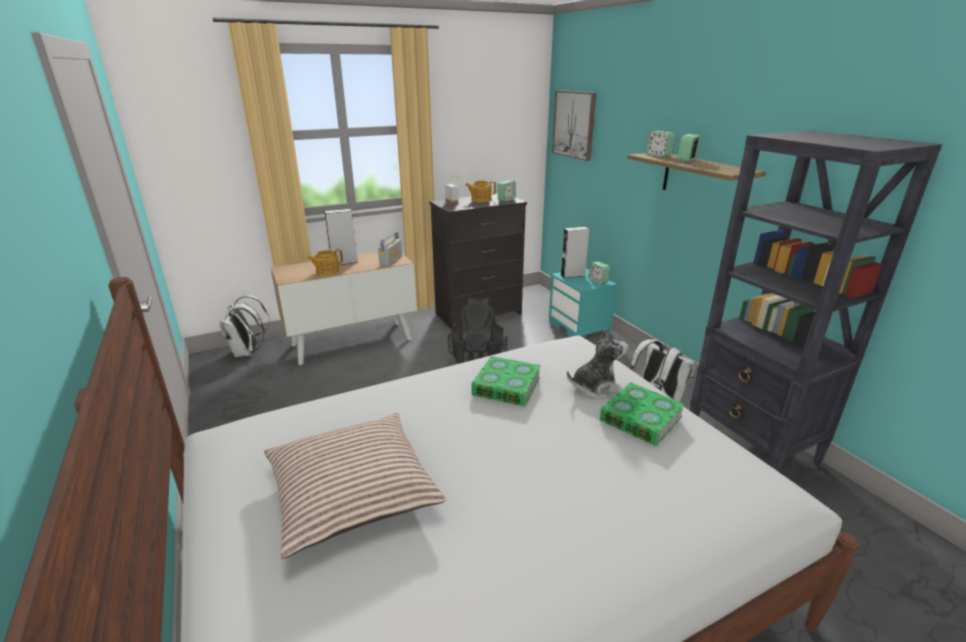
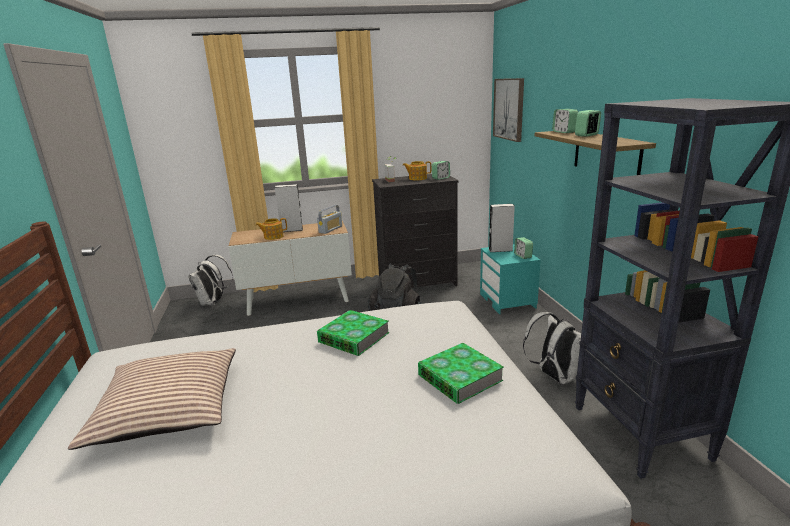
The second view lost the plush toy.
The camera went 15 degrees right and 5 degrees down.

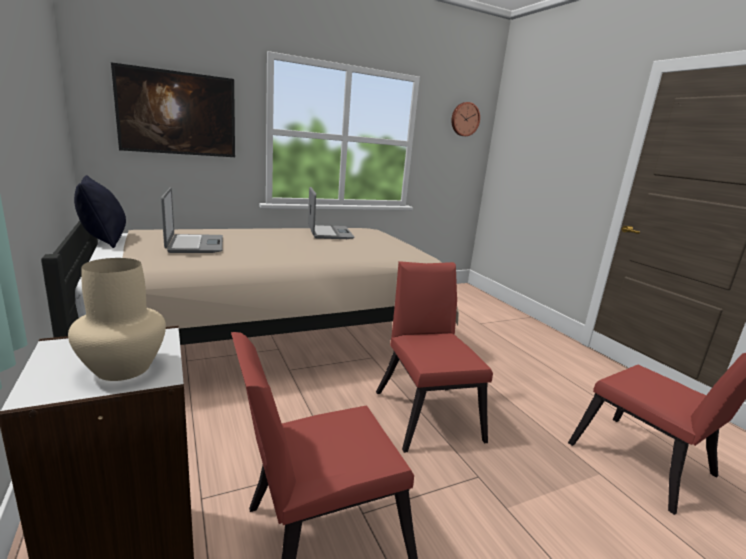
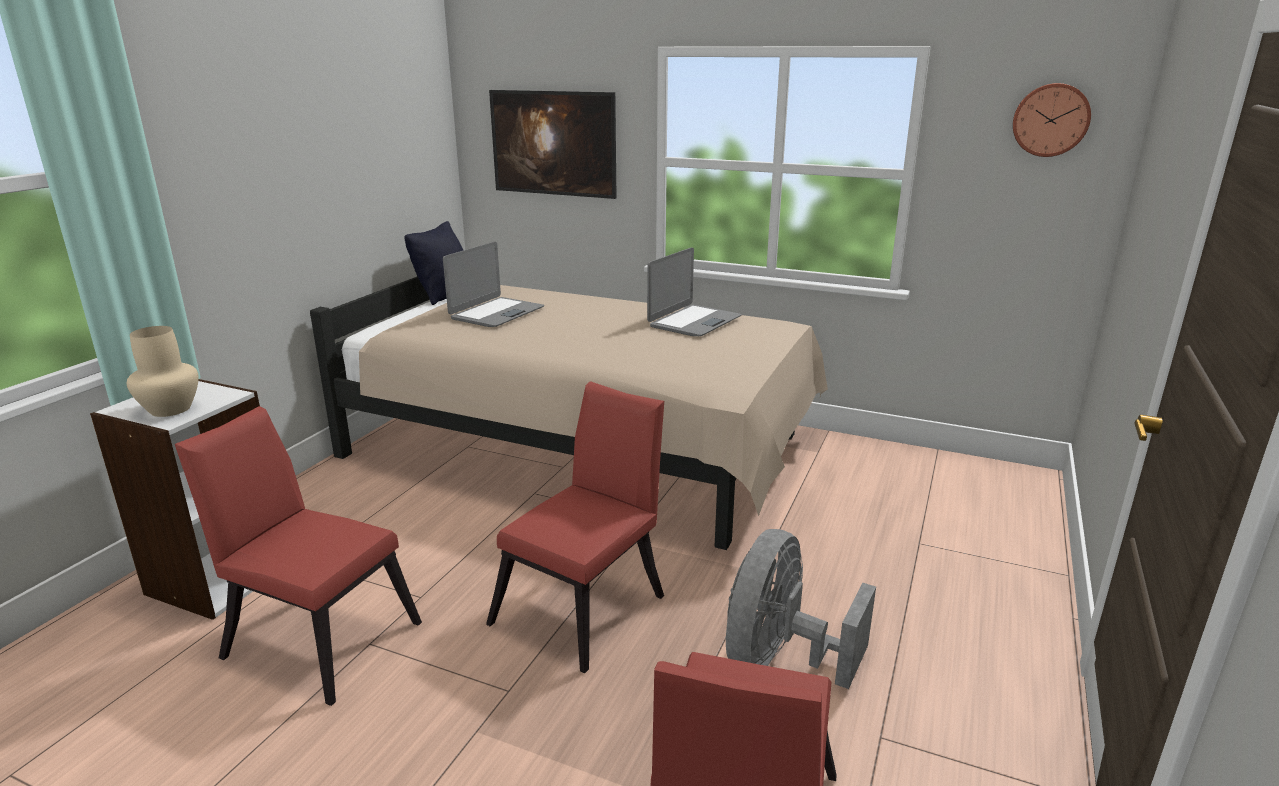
The second view gained the grey fan.
The camera went 50 degrees right and 5 degrees up.

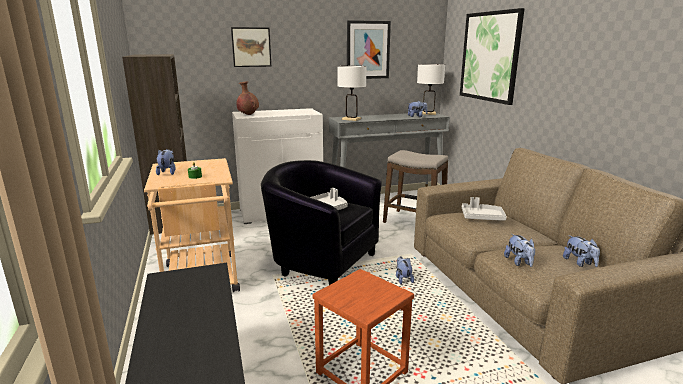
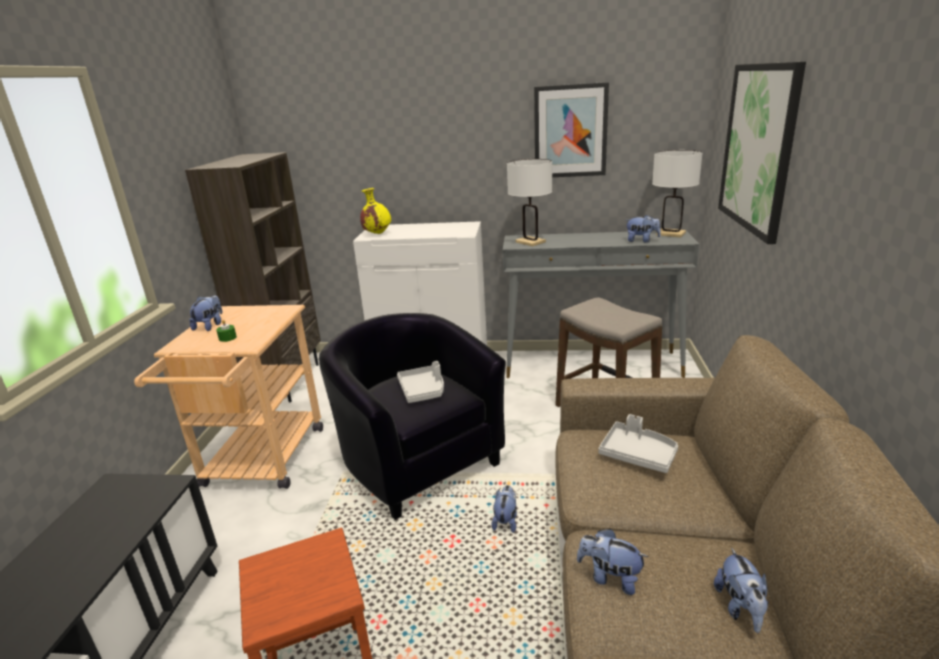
The second view lost the picture (1st from left).
What was the brown vase turned into the yellow vase.
The plush toy (4th from left in the first image) ended up facing another way, 105 degrees clockwise from before.
The camera went 25 degrees right and 5 degrees up.

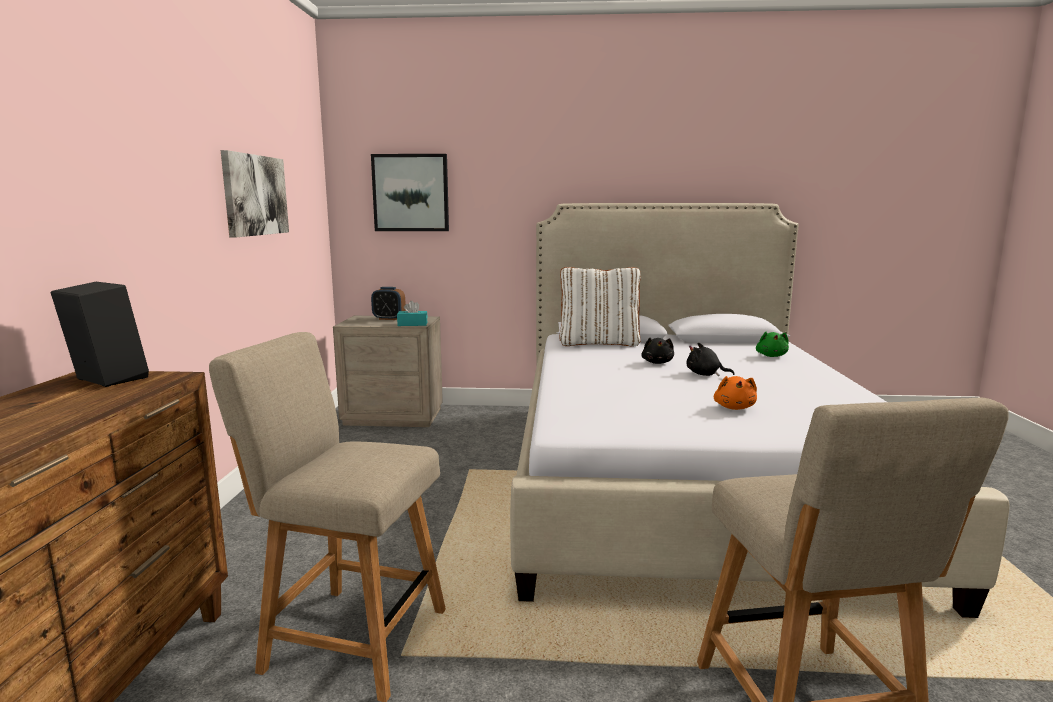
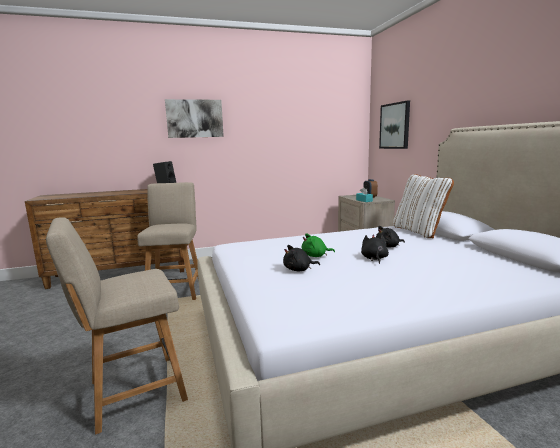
The picture (1st from left) ended up elsewhere.
What was the orange plush toy turned into the black plush toy (1st from left).
The green plush toy ended up elsewhere.
The camera went 70 degrees right and 0 degrees up.

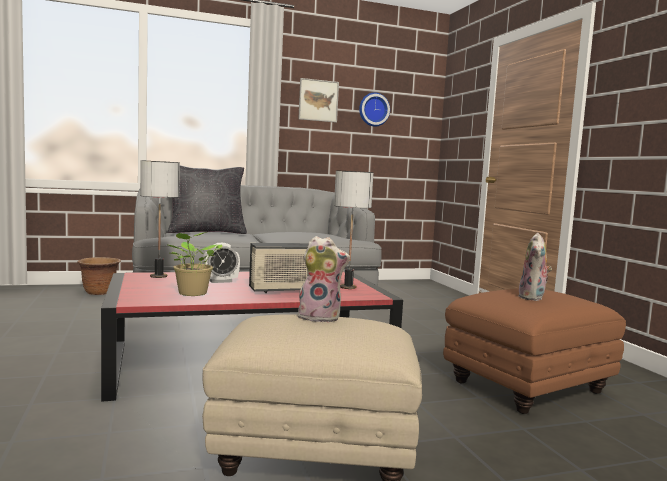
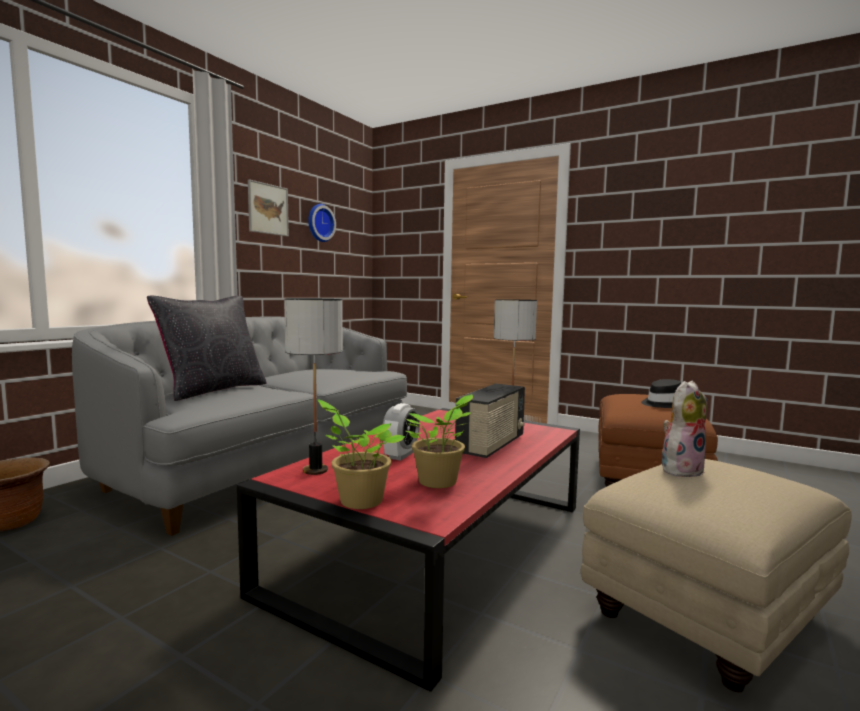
Where the plush toy (2nd from left) stood, the black hat came to stand.
The second view gained the potted plant (1st from left).
The camera went 40 degrees left and 0 degrees up.

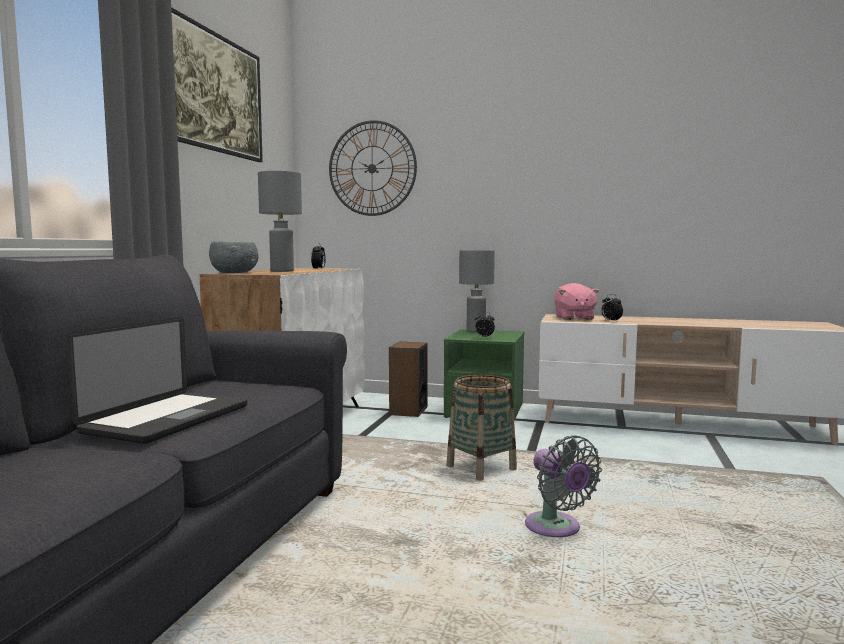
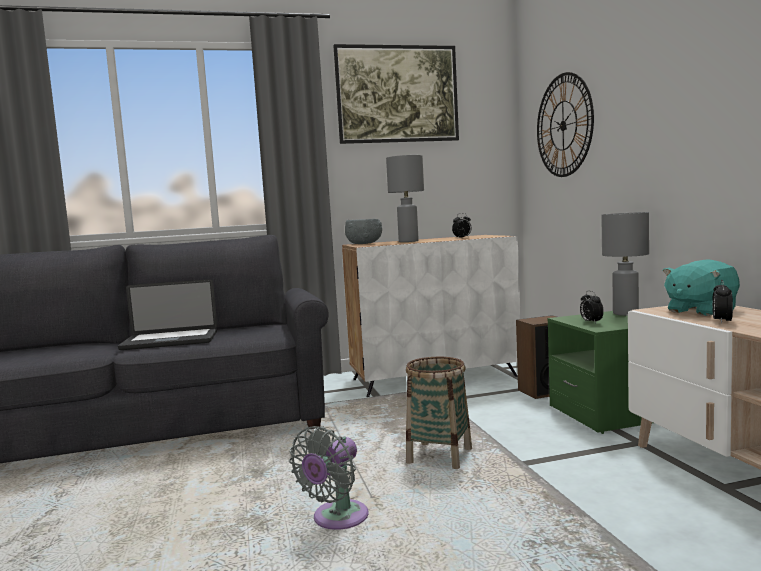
What was the pink plush toy turned into the turquoise plush toy.
The camera went 60 degrees right and 0 degrees up.

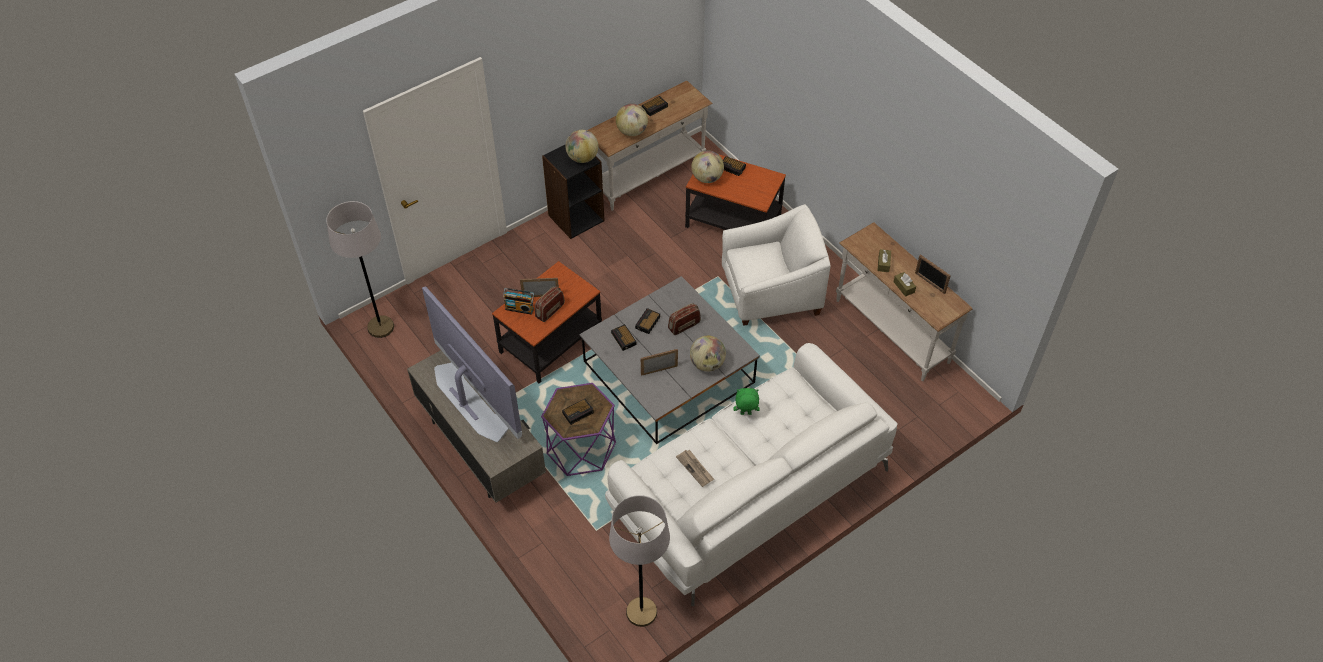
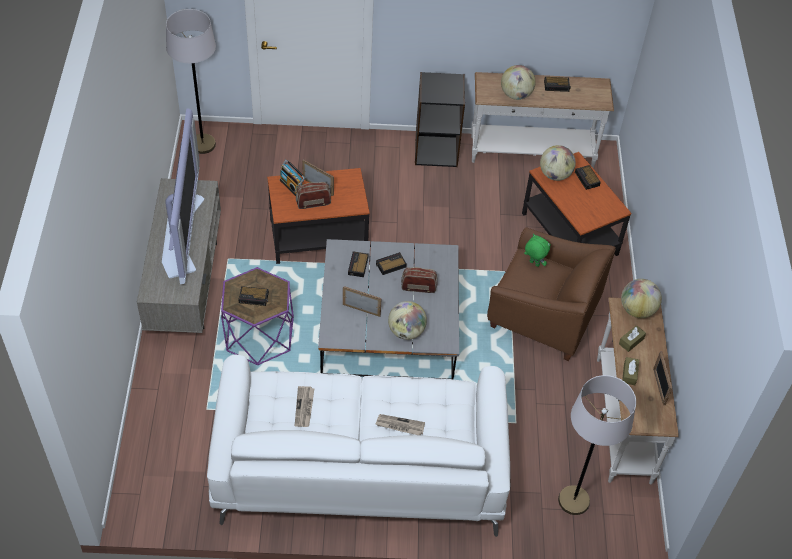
The globe (1st from left in the first image) ended up elsewhere.
The grey floor lamp (2nd from left) ended up elsewhere.
What was the white armchair turned into the brown armchair.
The green plush toy ended up elsewhere.
The second view gained the newspaper (2nd from left).
The camera went 35 degrees right and 0 degrees up.

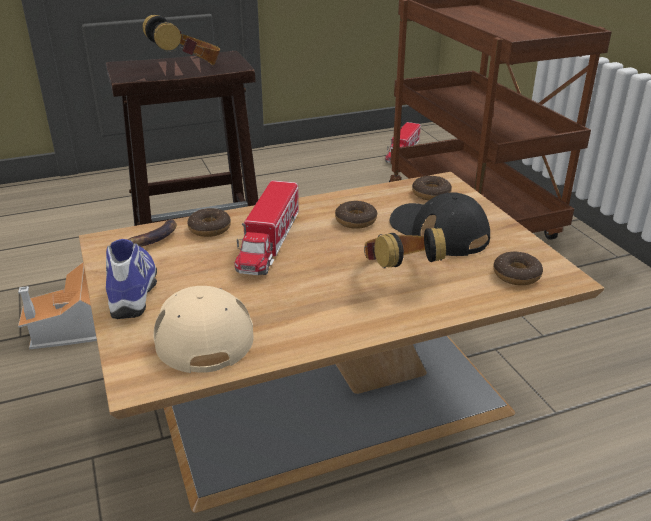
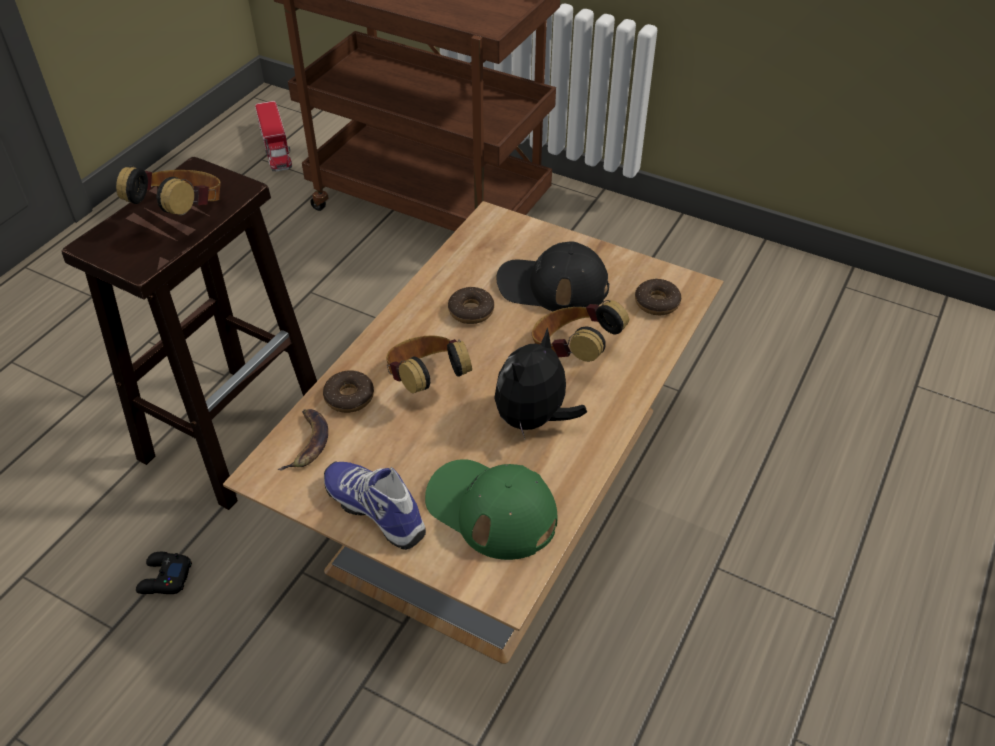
Where the toy house stood, the black game controller came to stand.
What was the beige cap turned into the green cap.
Where the toy truck (1st from left) stood, the headphones (2nd from left) came to stand.
The second view lost the donut (3rd from left).
The second view gained the plush toy.
The camera went 40 degrees left and 15 degrees up.

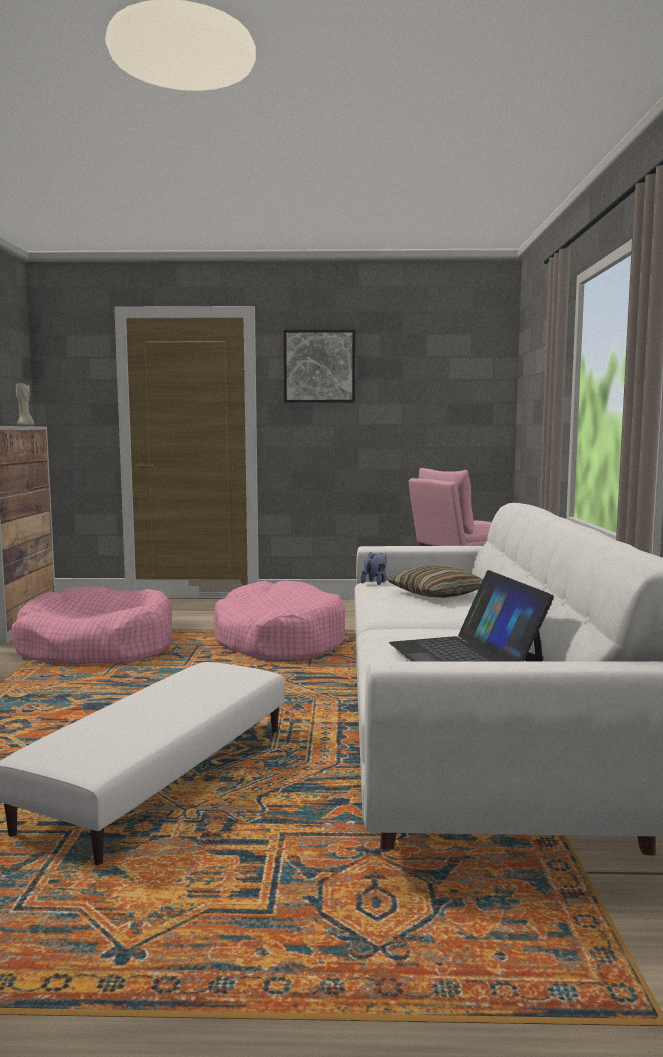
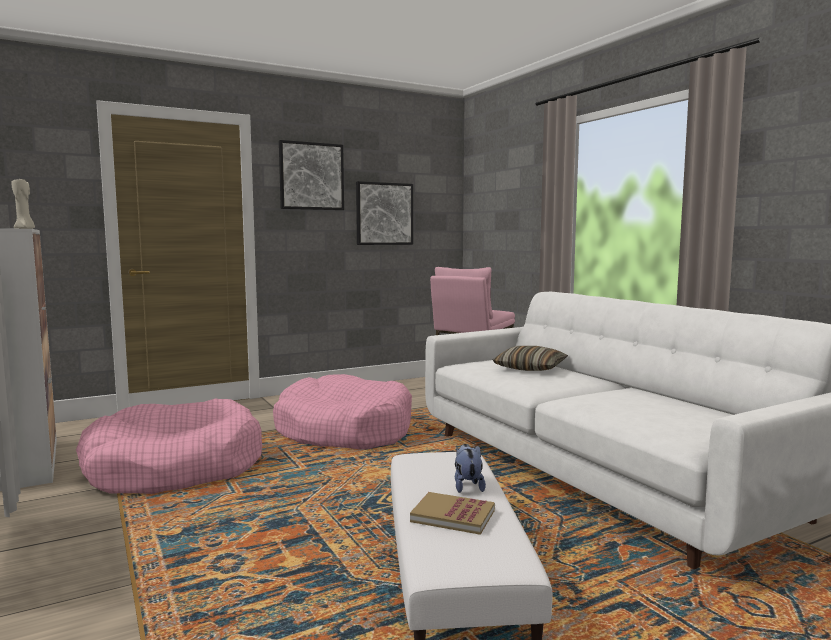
The plush toy ended up elsewhere.
The second view lost the laptop.
The second view gained the picture (2nd from left).
The second view gained the book.
The camera went 30 degrees left and 0 degrees up.

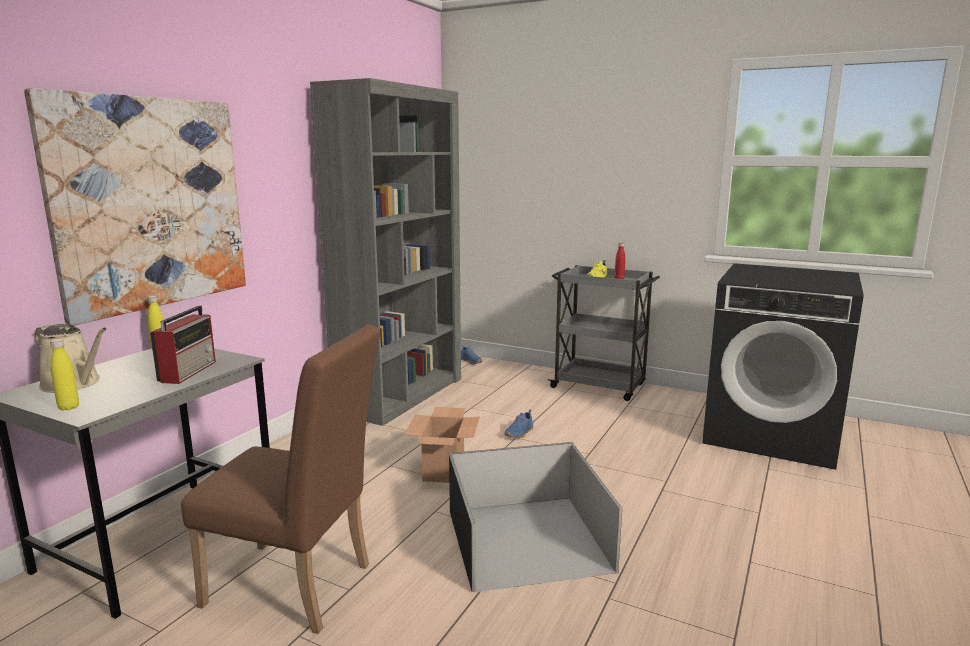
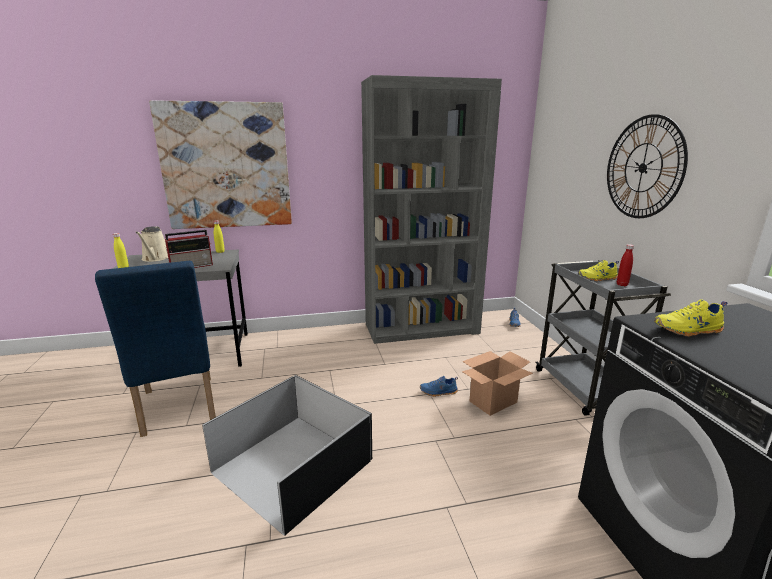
What was the brown chair turned into the blue chair.
The cardboard box ended up elsewhere.
The second view gained the wall clock.
The second view gained the yellow shoe (2nd from left).
The camera went 50 degrees right and 5 degrees up.

